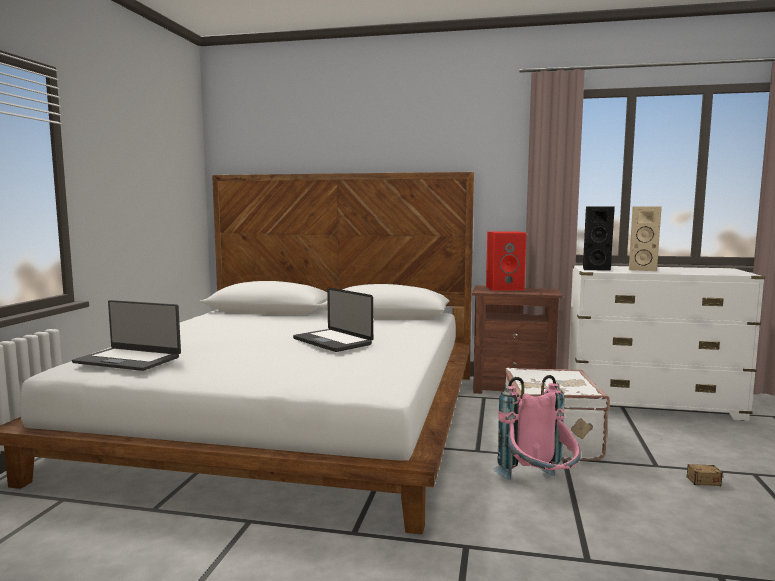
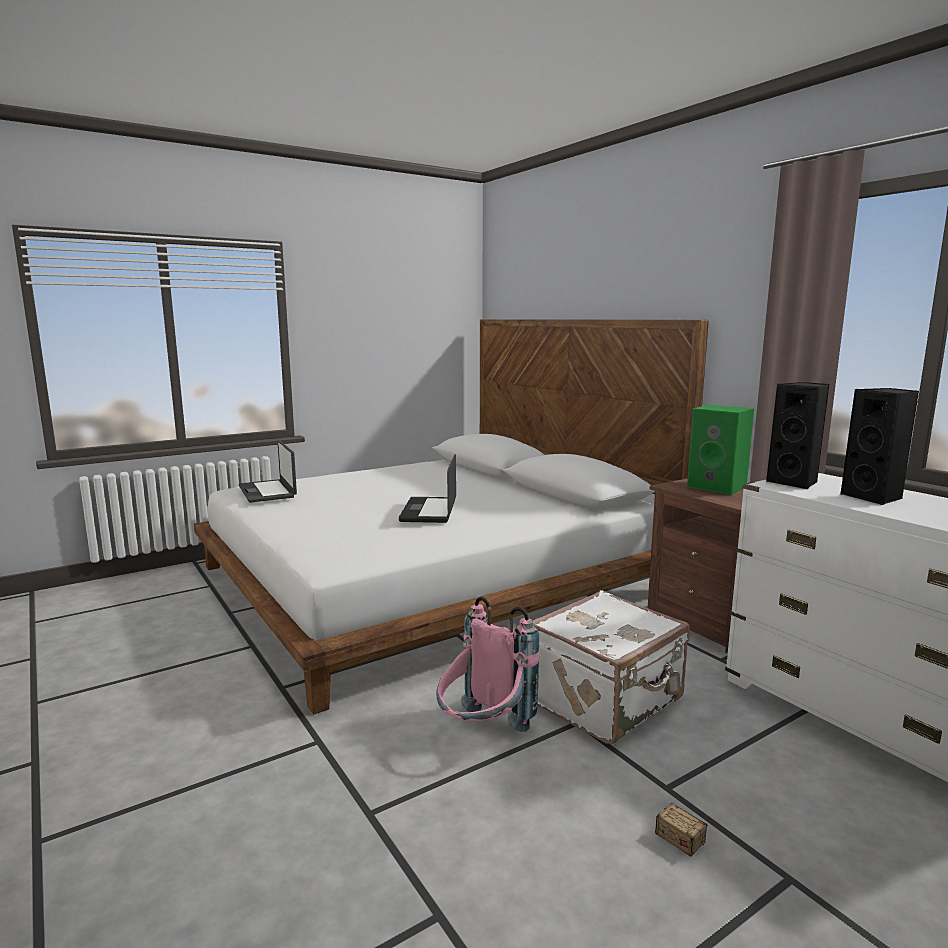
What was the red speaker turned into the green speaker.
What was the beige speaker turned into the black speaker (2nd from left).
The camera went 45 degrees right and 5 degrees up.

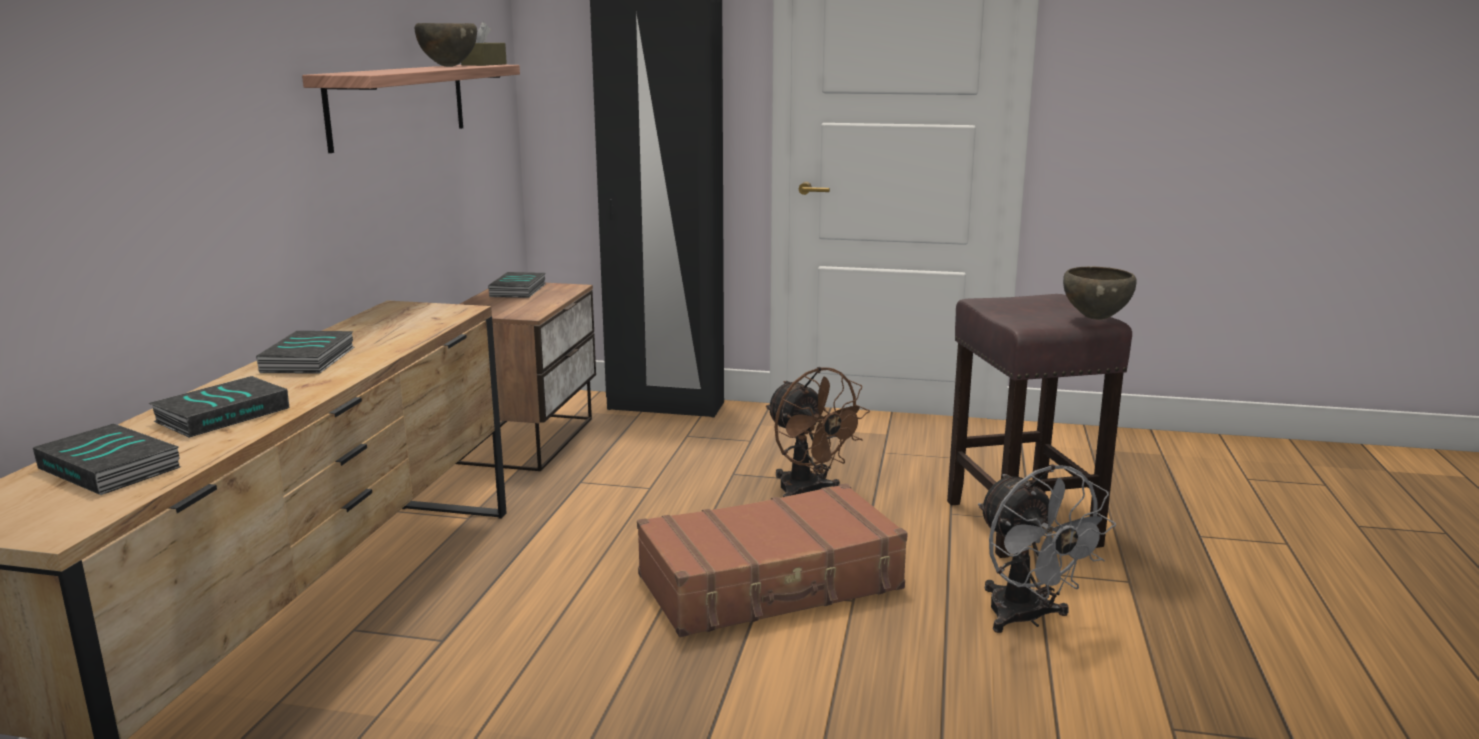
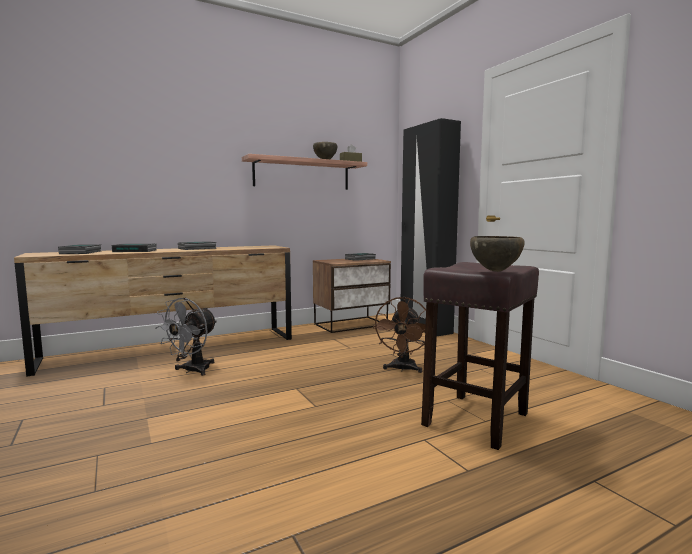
The second view lost the brown suitcase.
The grey fan ended up elsewhere.
The camera went 50 degrees right and 10 degrees down.

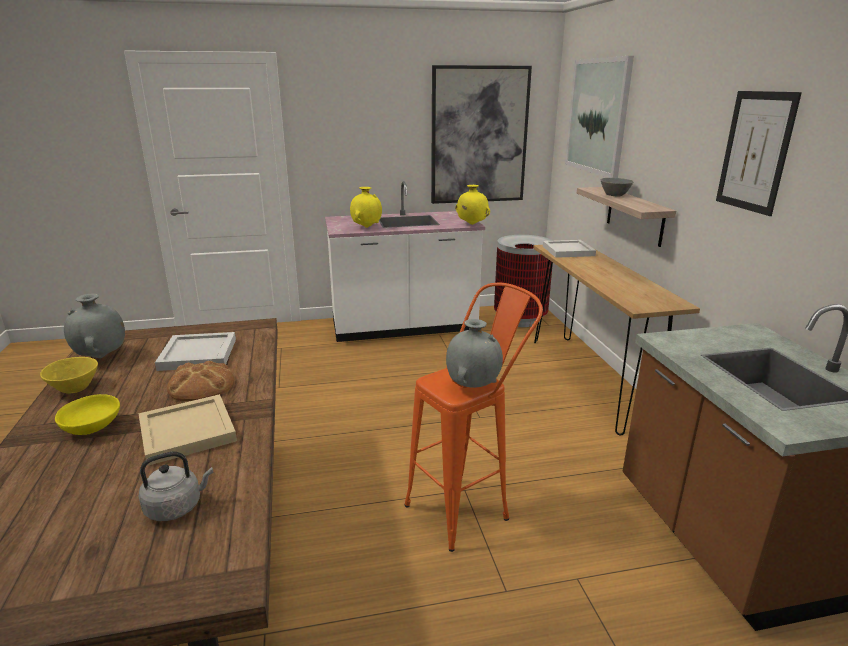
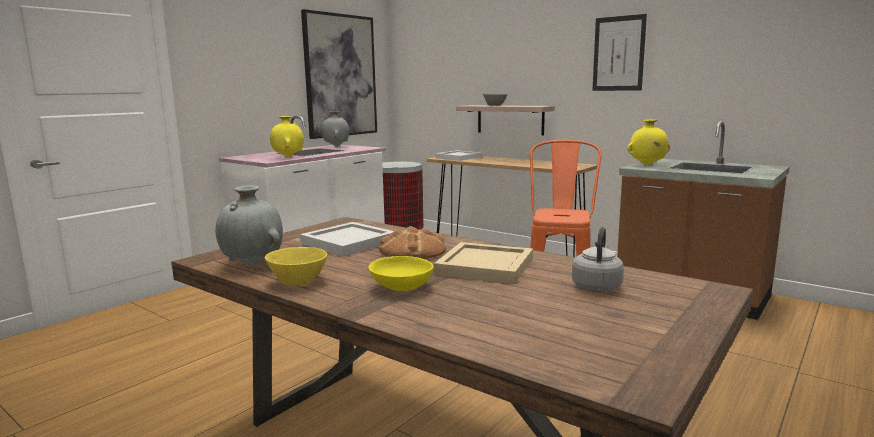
The grey vase (2nd from left) ended up elsewhere.
The yellow vase (2nd from left) ended up elsewhere.
The second view lost the picture (2nd from left).
The camera went 40 degrees left and 10 degrees down.

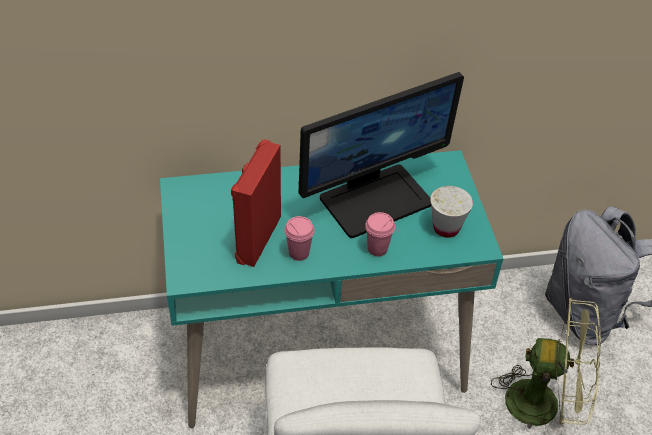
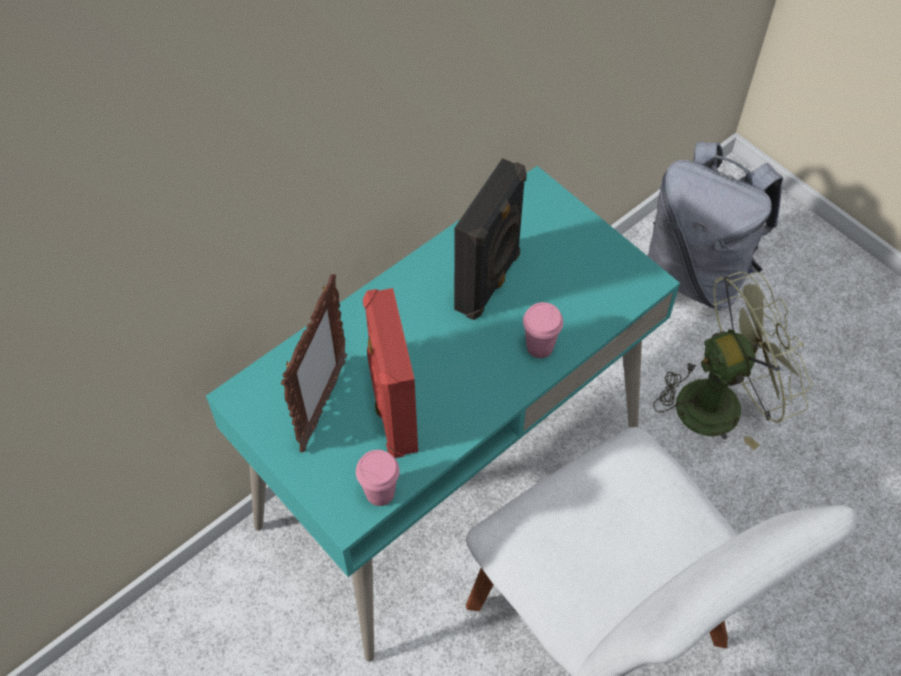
The pink cup (1st from left) ended up elsewhere.
Where the monitor stood, the black speaker came to stand.
The second view lost the white cup.
The second view gained the picture frame.
The camera went 30 degrees left and 10 degrees up.

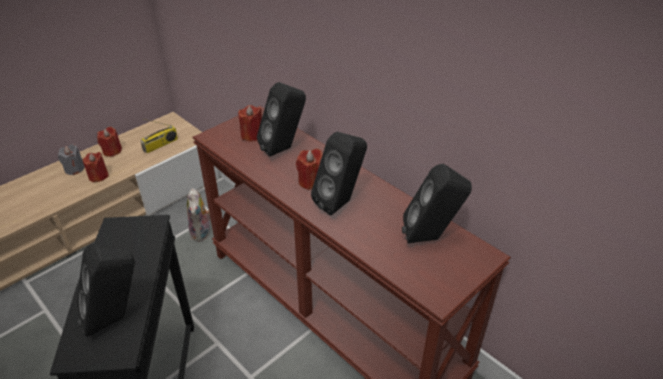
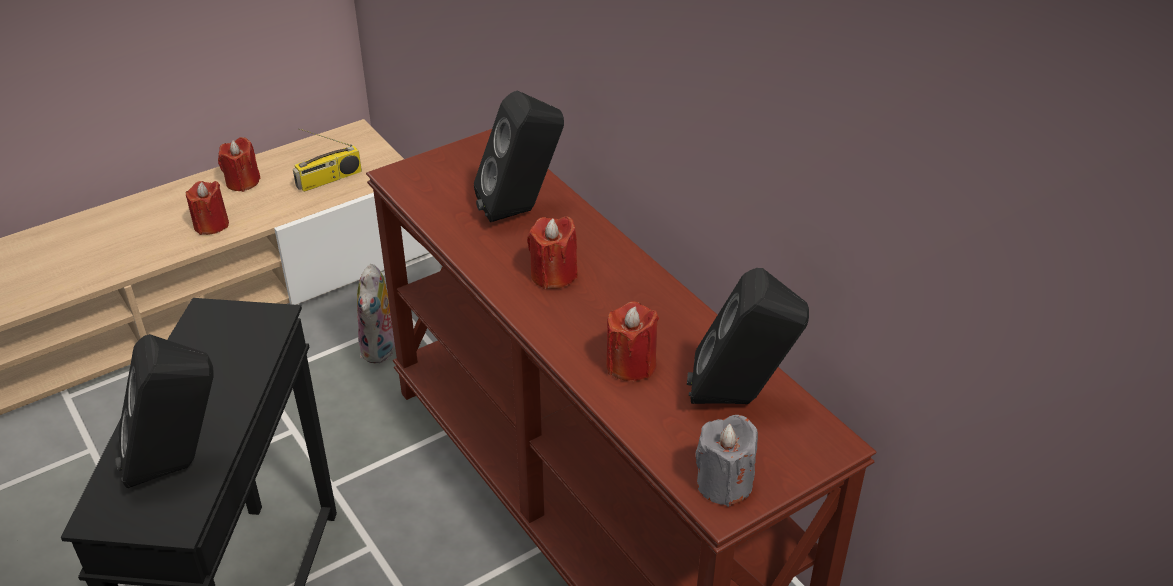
The grey candle ended up elsewhere.
The red candle (3rd from left in the first image) ended up elsewhere.
The second view lost the black speaker (3rd from left).
The camera went 10 degrees right and 0 degrees up.

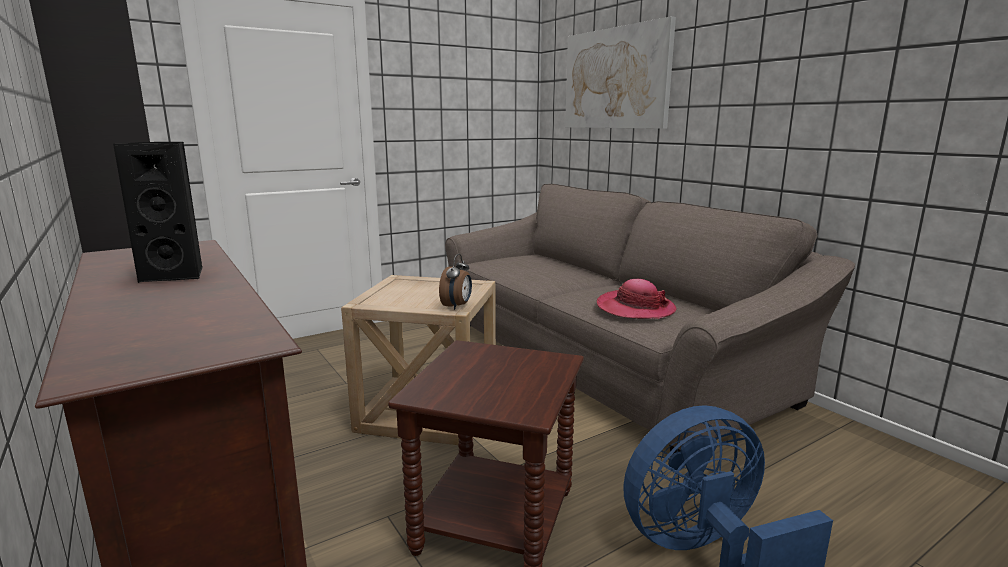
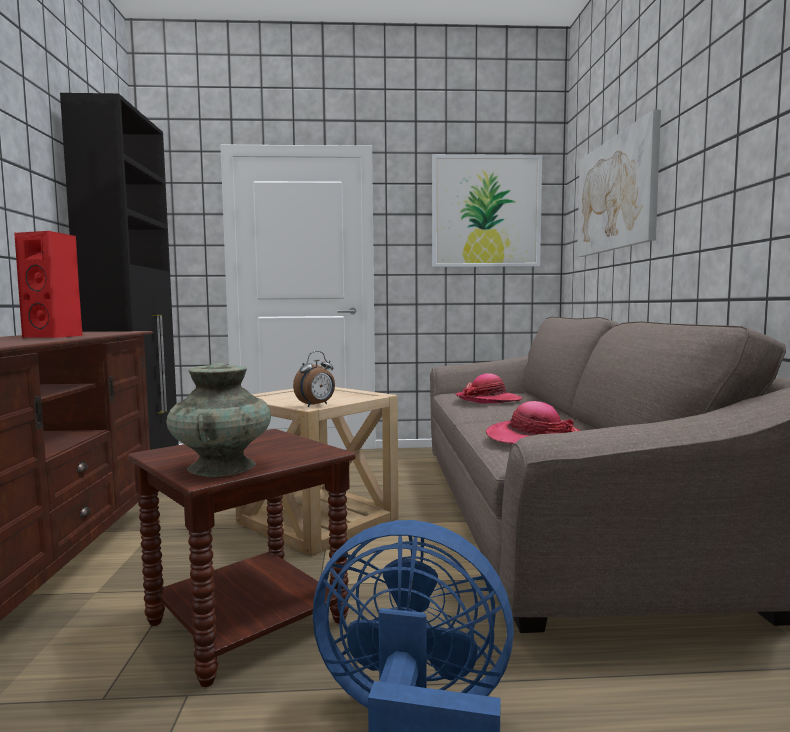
What was the black speaker turned into the red speaker.
The second view gained the turquoise vase.
The second view gained the picture (1st from left).
The second view gained the hat (1st from left).
The camera went 30 degrees right and 10 degrees down.

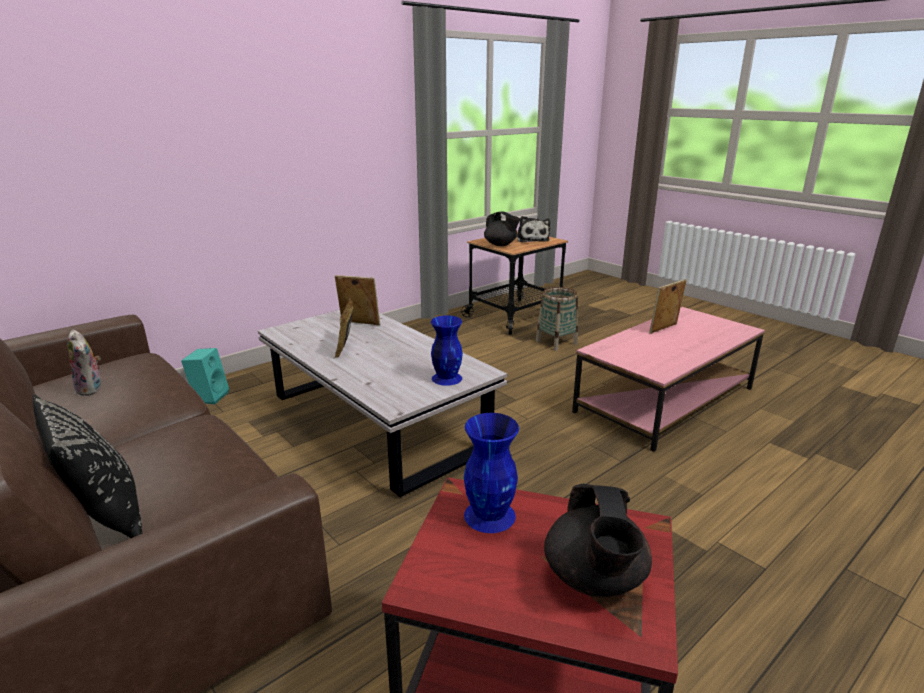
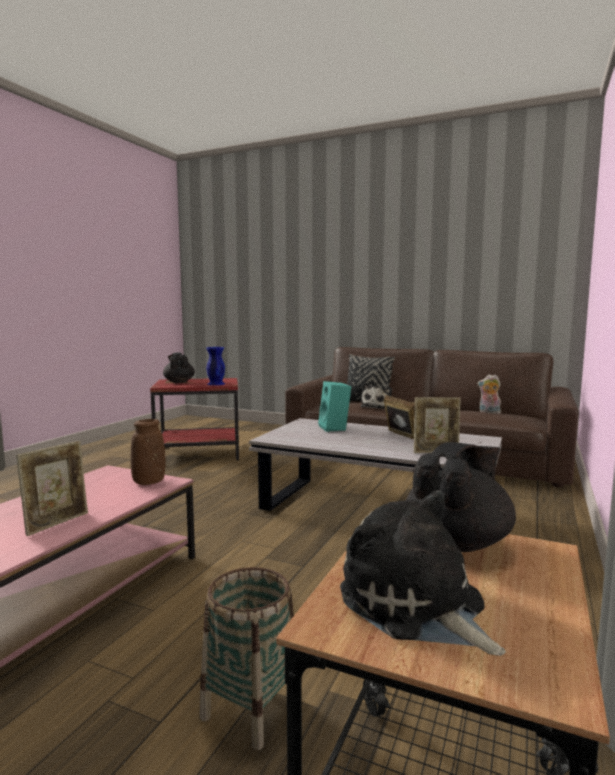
The turquoise speaker ended up elsewhere.
The second view lost the blue vase (1st from left).
The black teapot (1st from left in the first image) ended up facing another way, 120 degrees clockwise from before.
The second view gained the brown vase.
The second view gained the plush toy (1st from left).
The camera went 155 degrees right and 15 degrees down.

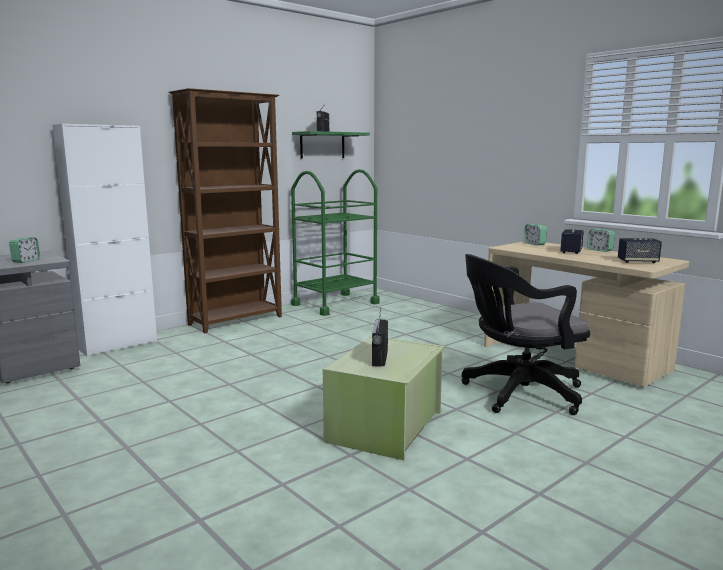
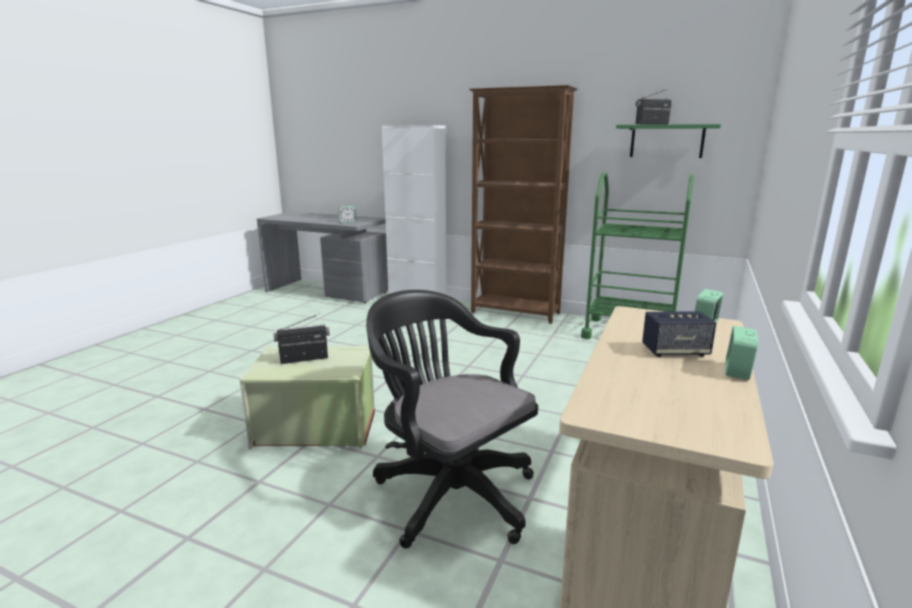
The second view lost the speaker (2nd from left).
The camera went 65 degrees right and 5 degrees up.

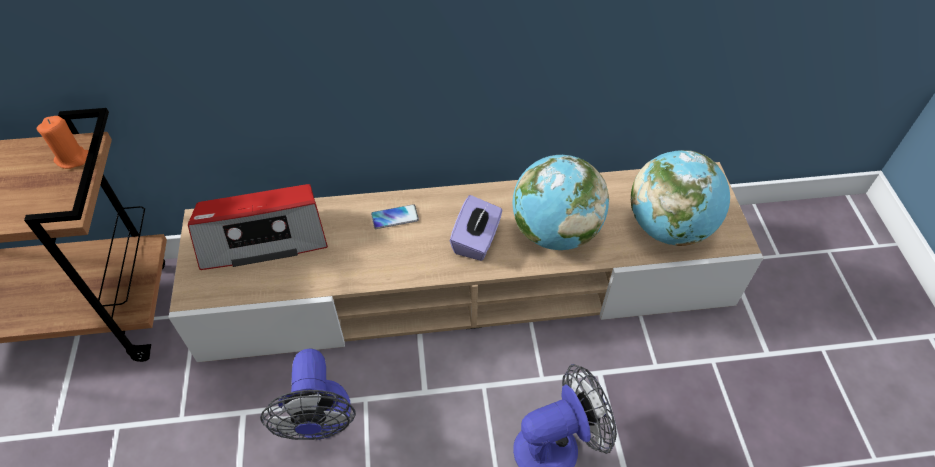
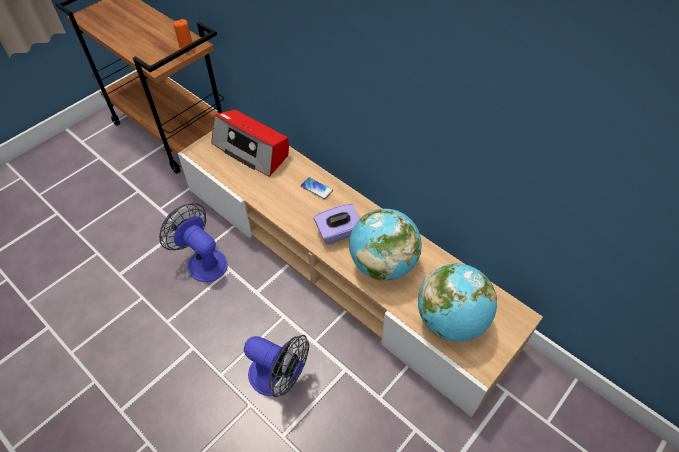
The fan (1st from left) ended up facing another way, 90 degrees clockwise from before.
The camera went 50 degrees right and 0 degrees up.

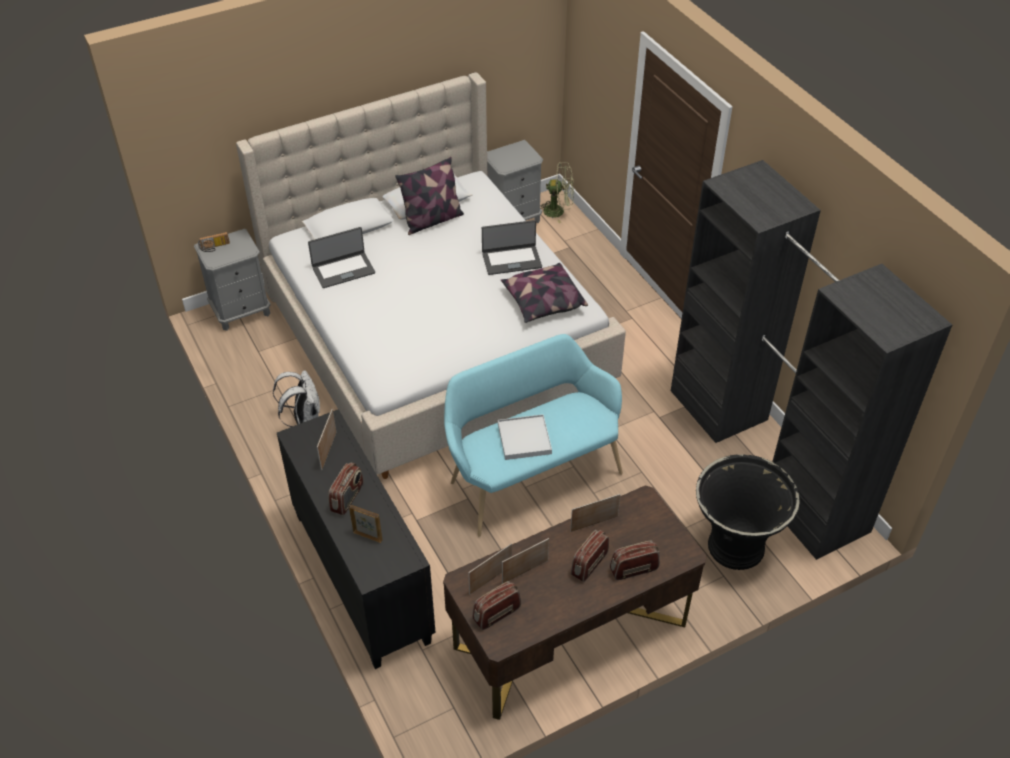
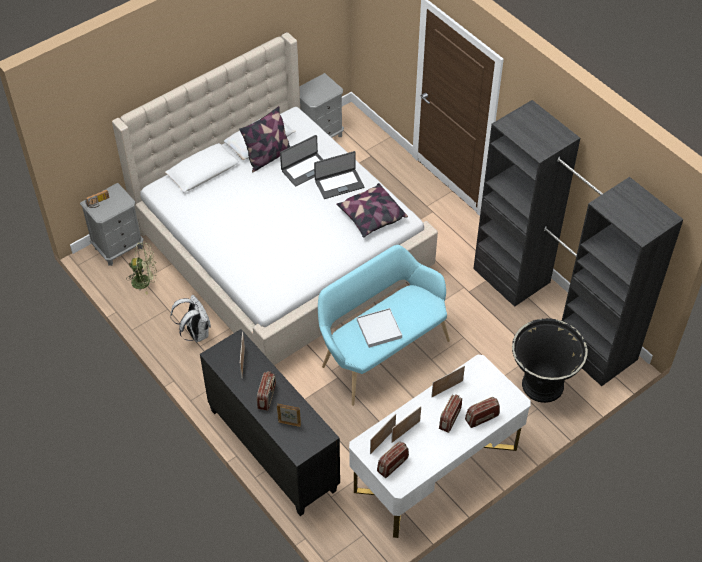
The laptop (1st from left) ended up elsewhere.
What was the brown desk turned into the white desk.
The green fan ended up elsewhere.
The camera went 10 degrees left and 5 degrees up.

